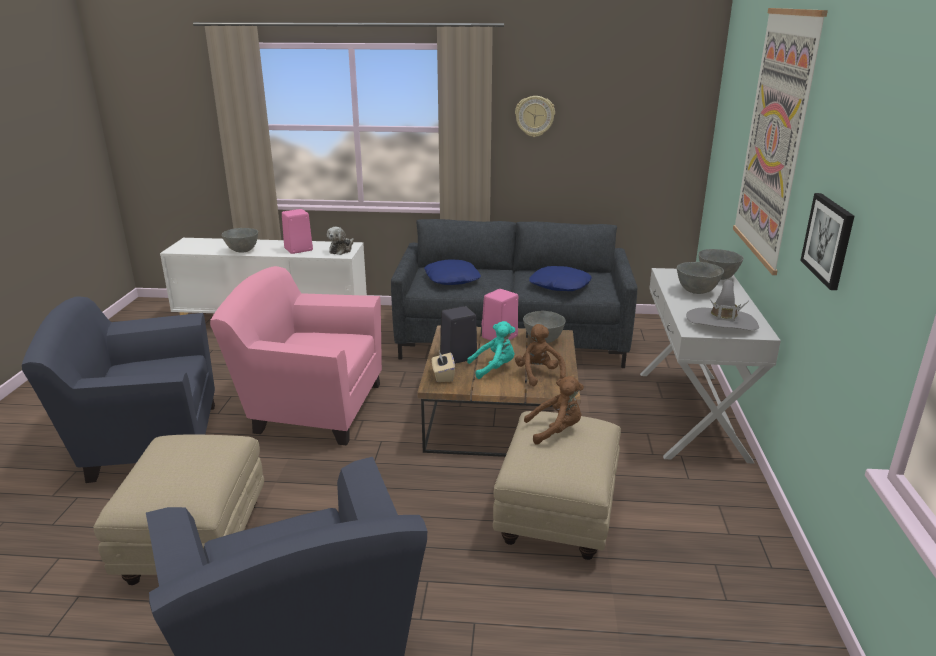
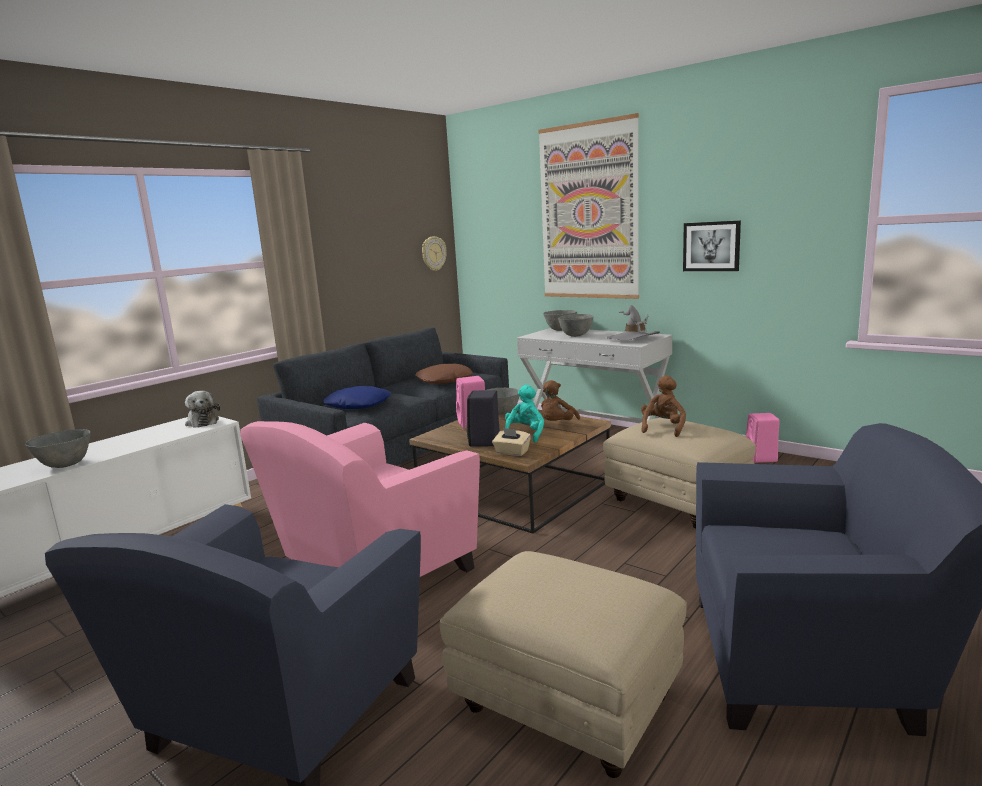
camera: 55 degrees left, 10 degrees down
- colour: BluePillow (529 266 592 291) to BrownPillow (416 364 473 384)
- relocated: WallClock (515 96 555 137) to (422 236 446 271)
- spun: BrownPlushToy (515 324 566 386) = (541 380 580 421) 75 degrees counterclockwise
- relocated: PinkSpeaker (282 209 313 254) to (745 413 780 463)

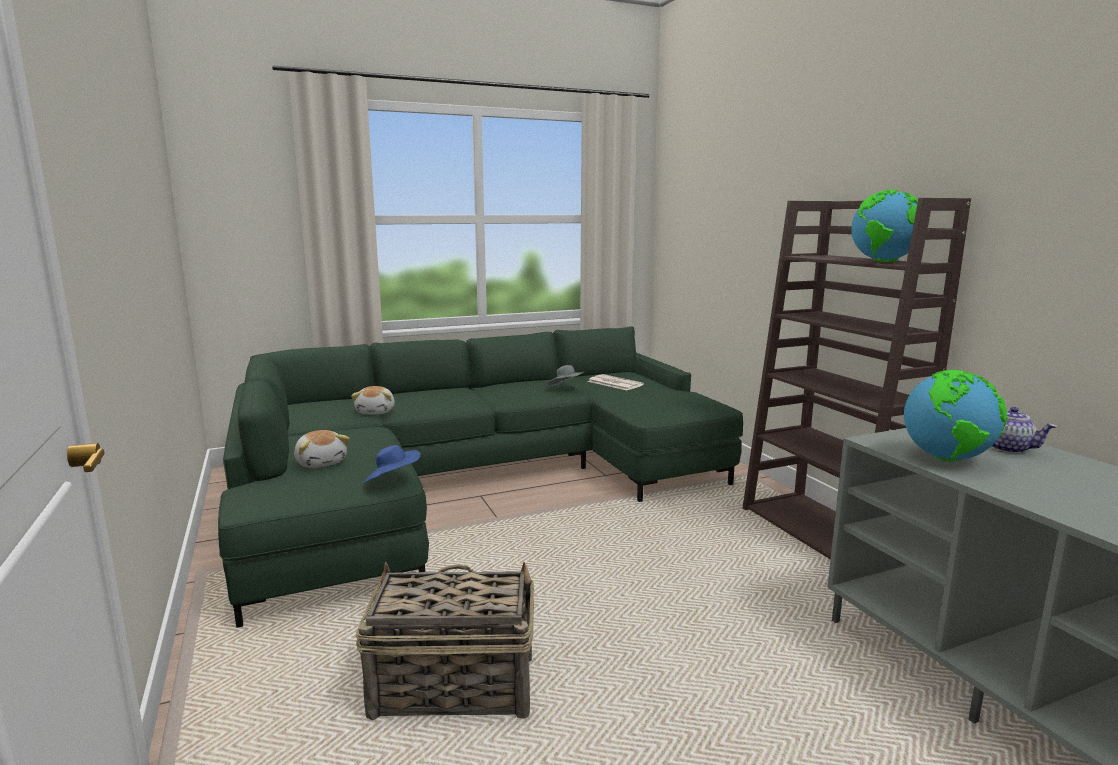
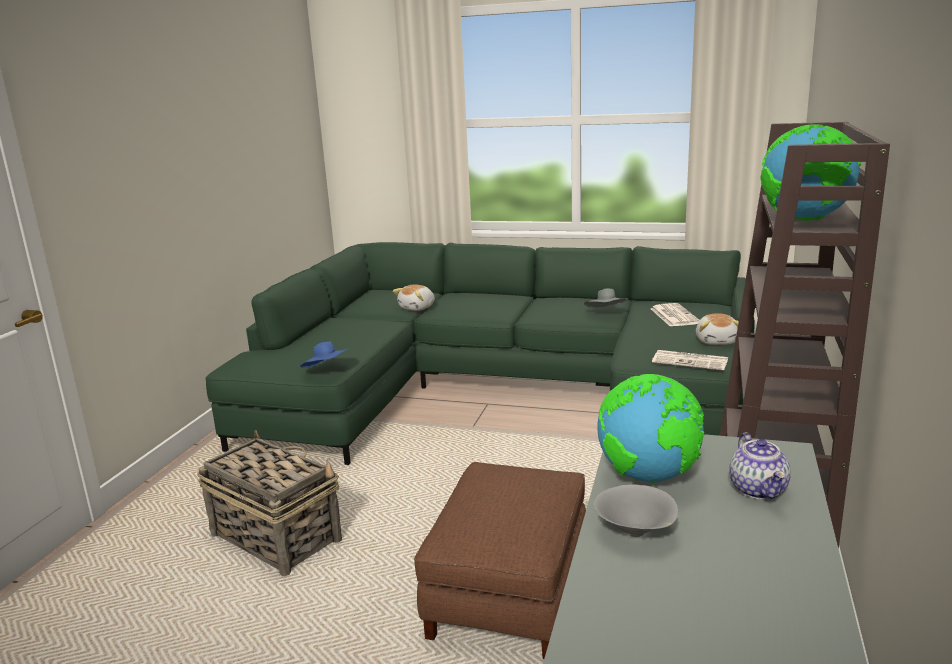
camera: 40 degrees right, 5 degrees up
- appeared: BrownOttoman (414 462 586 659)
- appeared: GreyBowl (594 485 678 537)
- appeared: Newspaper (652 350 728 371)
- relocated: PlushToy (294 430 350 468) to (696 313 739 345)

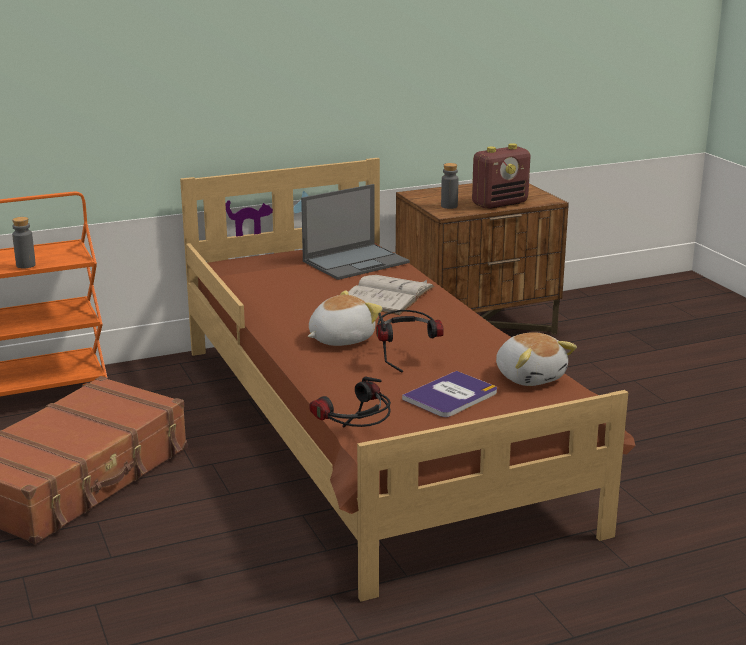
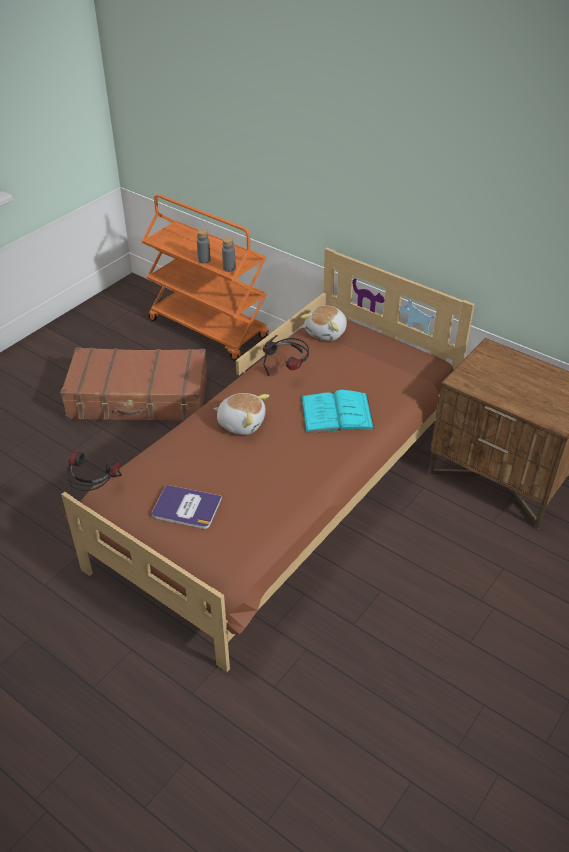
camera: 60 degrees right, 20 degrees up
- relocated: GreyBottle (441 163 459 209) to (222 237 236 272)
- relocated: Headphones (376 310 444 373) to (263 335 309 376)
- relocated: PlushToy (496 332 577 386) to (300 305 347 341)
- colour: WhiteBook (348 275 434 315) to TurquoiseBook (301 390 375 433)
- missing: Laptop (301 184 410 280)
- missing: Radio (472 143 530 209)

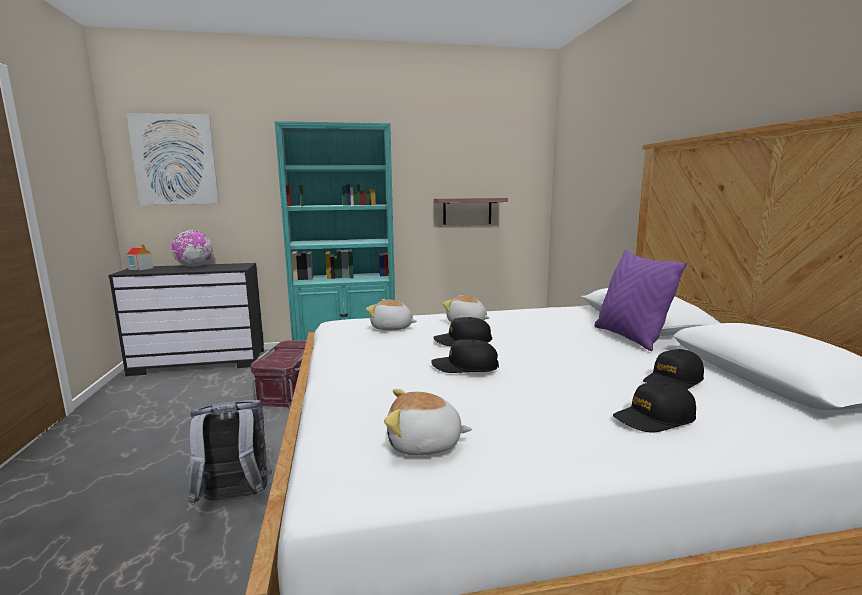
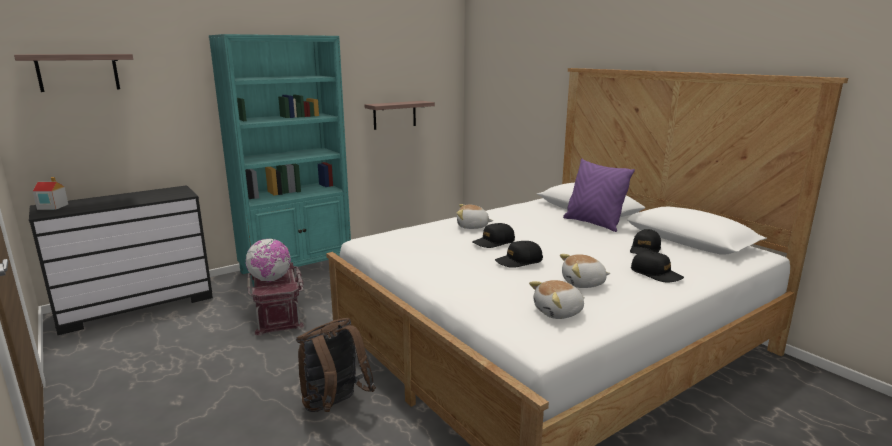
camera: 25 degrees left, 5 degrees up
- exchanged: Picture (126 113 219 205) to Shelf (14 54 133 92)
- relocated: Globe (171 230 213 267) to (246 239 291 282)
- colour: GreyBackpack (188 400 272 505) to BrownBackpack (296 318 376 412)
- relocated: PlushToy (366 299 417 330) to (560 254 610 288)
- spun: BlackCap (613 382 696 432) = (631 251 684 282) 90 degrees counterclockwise

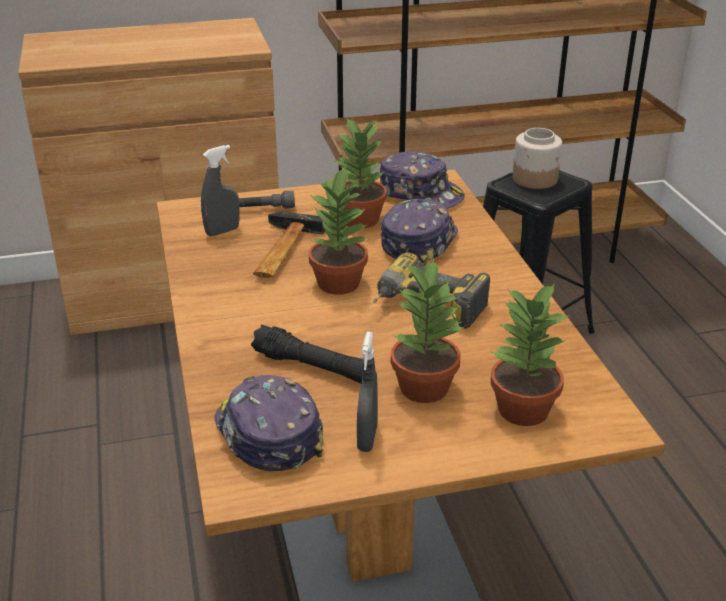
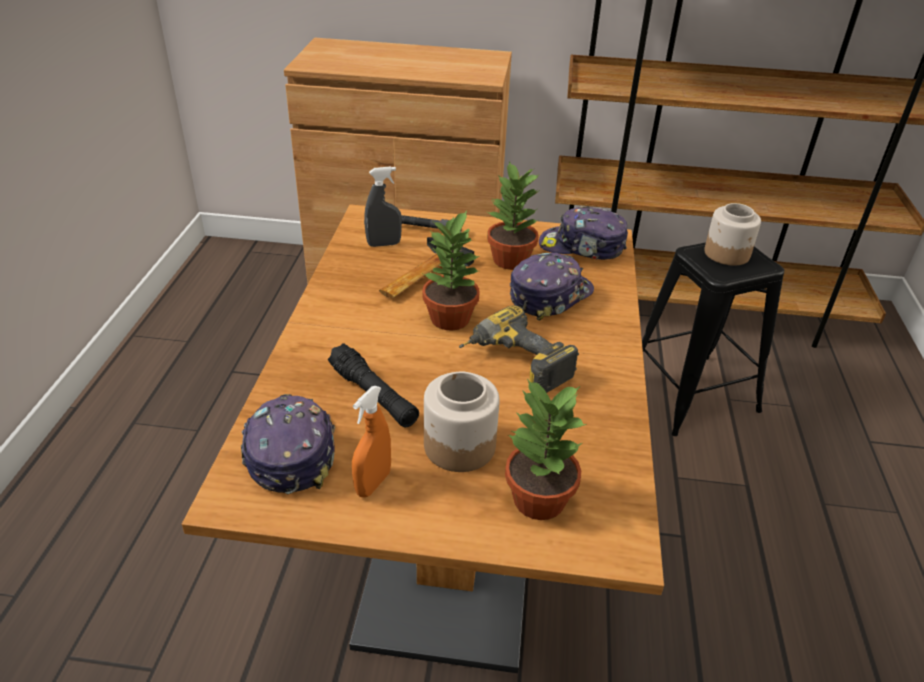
camera: 20 degrees right, 5 degrees up
- colour: GreySprayBottle (357 332 378 452) to OrangeSprayBottle (352 386 391 498)
- exchanged: PottedPlant (391 259 464 403) to Jar (424 372 500 472)
- spun: Cap (380 150 465 209) = (539 206 628 260) 135 degrees clockwise

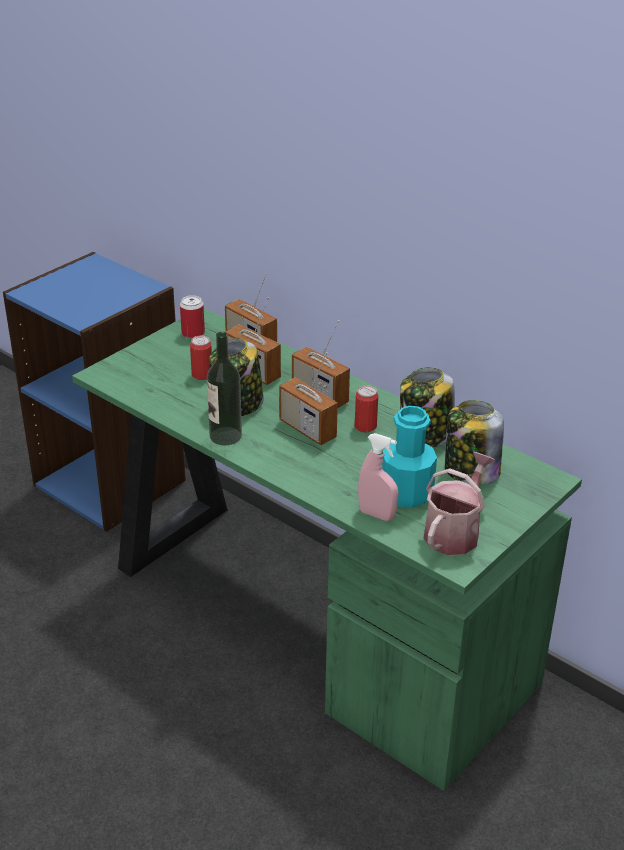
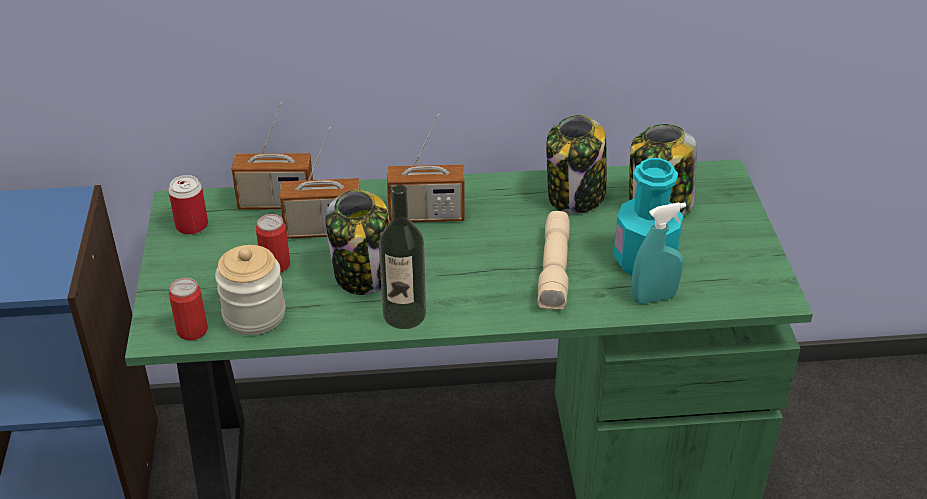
camera: 45 degrees left, 5 degrees up
- relocated: Can (355 385 378 432) to (169 278 208 340)
- appeared: Jar (215 245 285 335)
- appeared: BeigeFlashlight (537 211 570 310)
- colour: PinkSprayBottle (358 433 398 521) to TurquoiseSprayBottle (631 202 686 304)
- missing: Radio (279 352 338 445)
- missing: WateringCan (423 452 496 555)

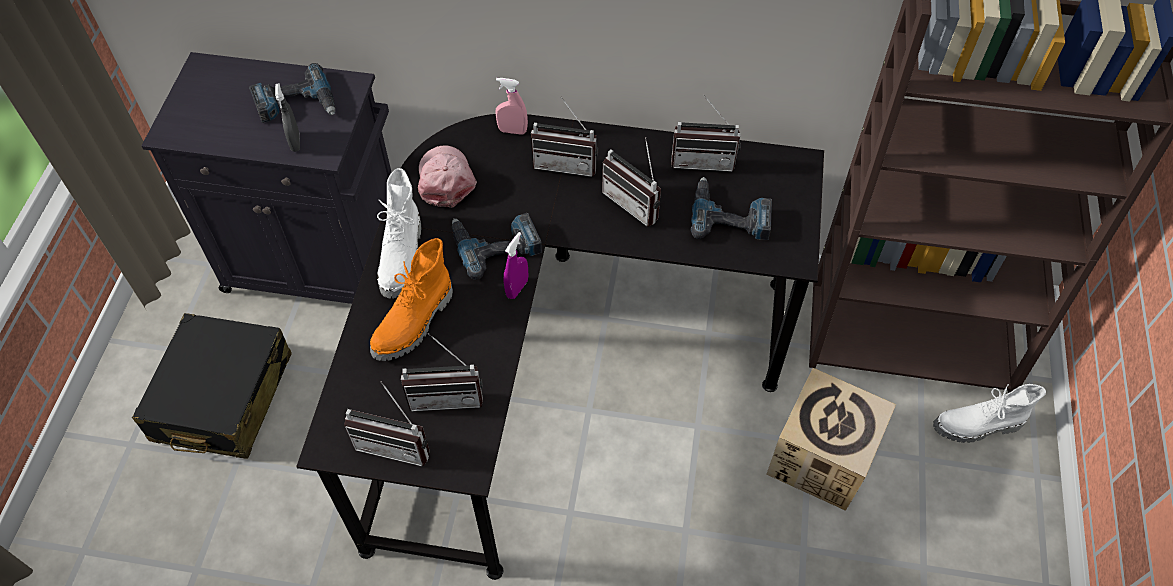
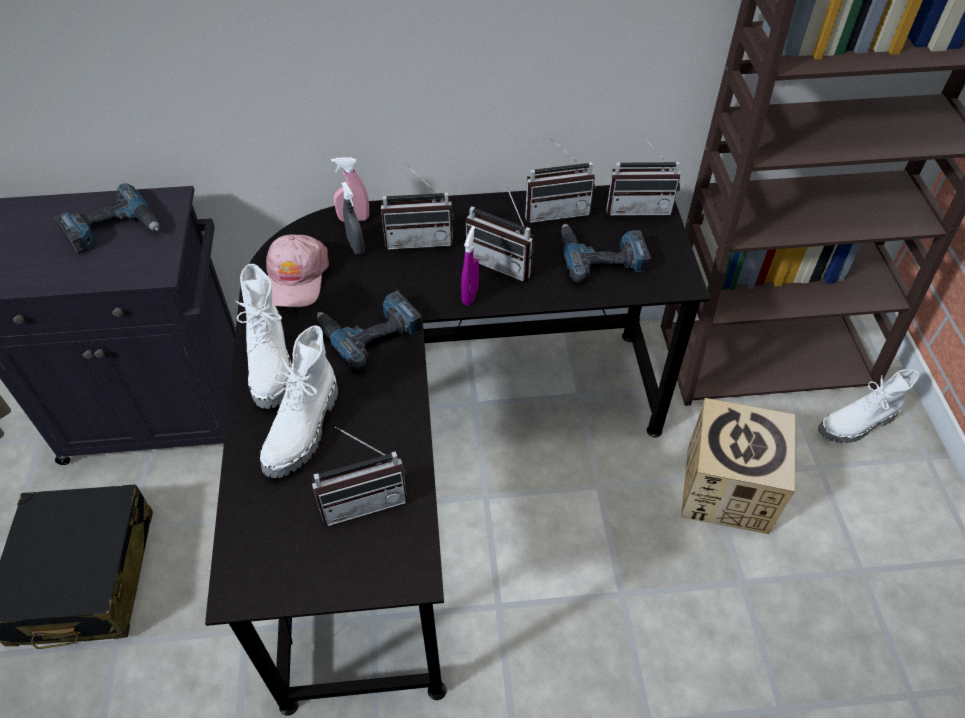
camera: 15 degrees left, 5 degrees down
- colour: OrangeBoot (370 238 453 361) to WhiteBoot (260 325 338 478)
- spun: PinkCap (418 146 477 208) = (266 234 329 307) 150 degrees counterclockwise
- relocated: GreySprayBottle (275 83 300 152) to (341 182 365 255)
- relocated: PurpleSprayBottle (503 232 528 299) to (461 226 479 305)
- relocated: Radio (344 381 430 466) to (606 133 680 216)

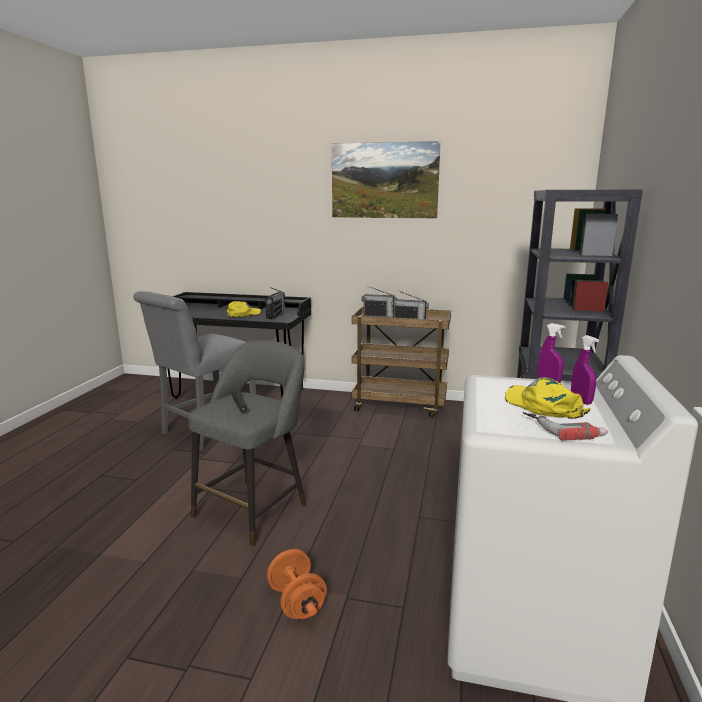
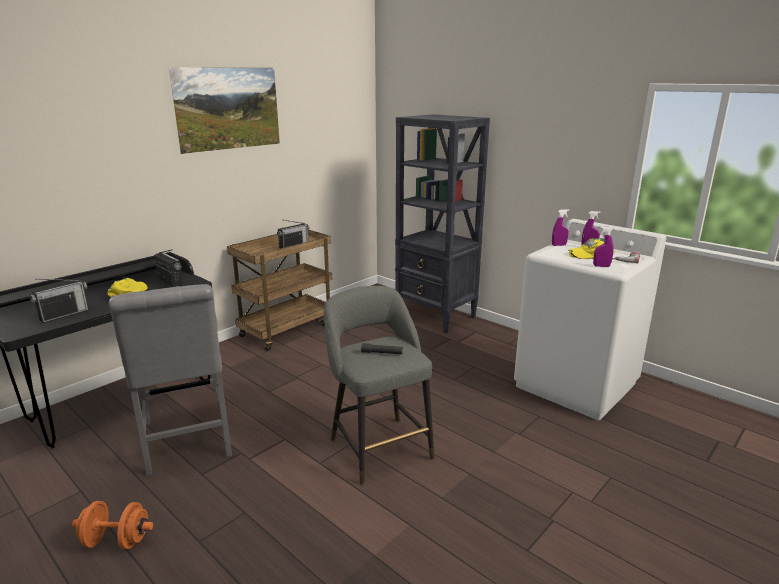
camera: 60 degrees left, 5 degrees up
- relocated: Radio (362 286 397 318) to (30 279 89 323)
- relocated: OrangeDumbbell (267 549 327 619) to (72 501 153 549)
- appeared: PurpleSprayBottle (593 226 614 267)

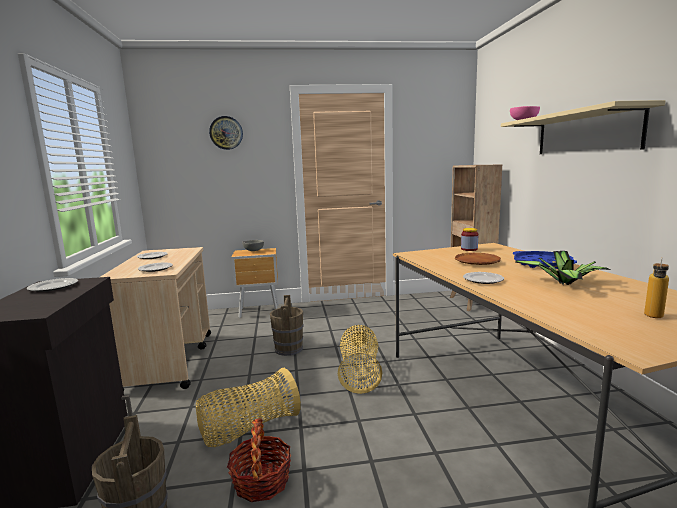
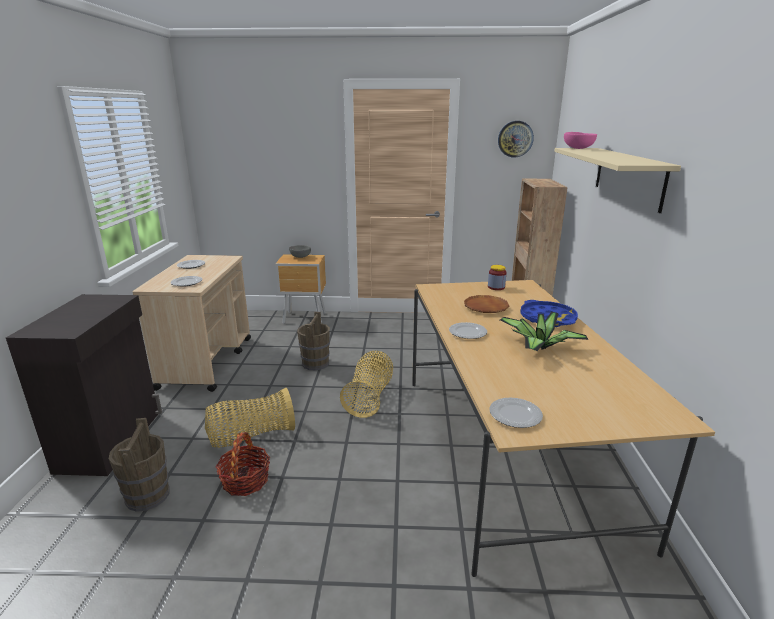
camera: 10 degrees right, 10 degrees up
- relocated: Plate (27 278 78 292) to (489 398 543 428)
- relocated: WallClock (209 116 243 150) to (498 121 534 158)
- missing: Bottle (644 258 669 318)

